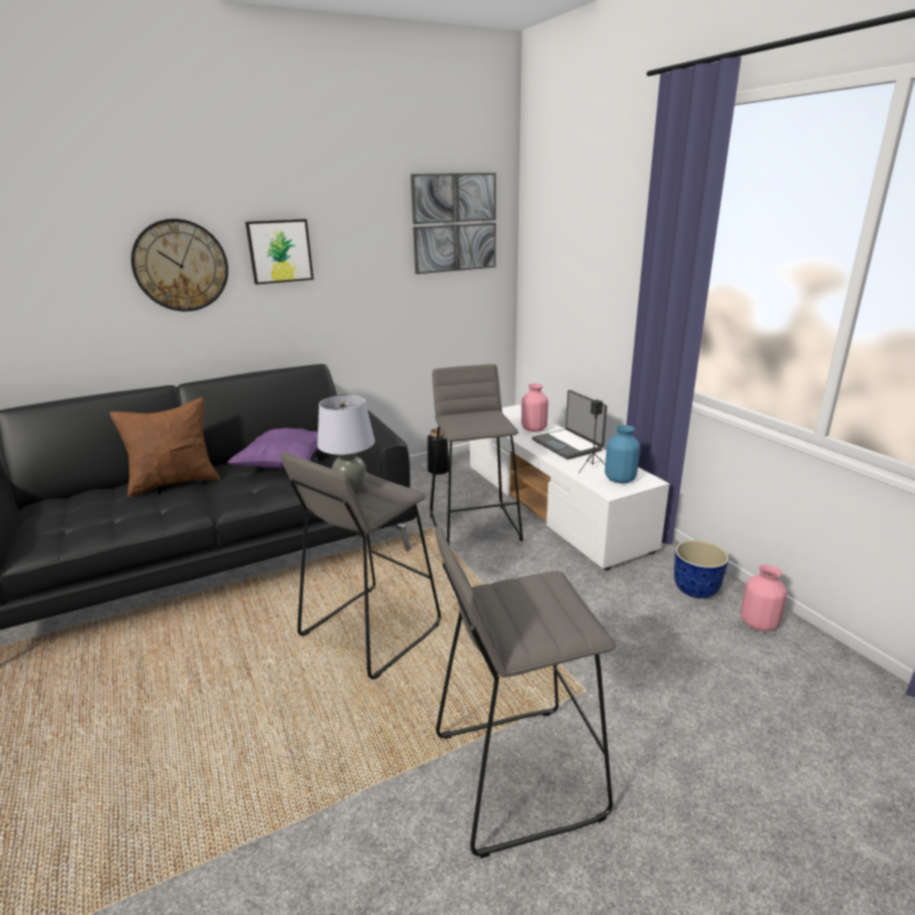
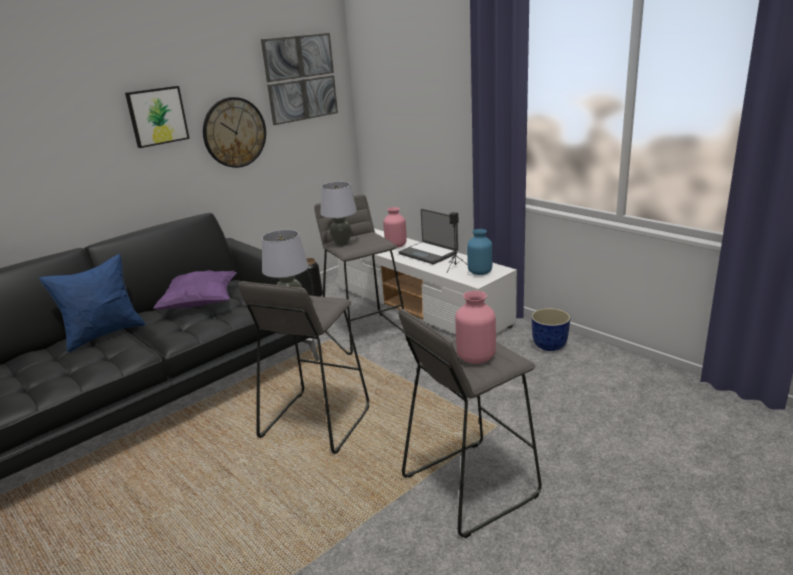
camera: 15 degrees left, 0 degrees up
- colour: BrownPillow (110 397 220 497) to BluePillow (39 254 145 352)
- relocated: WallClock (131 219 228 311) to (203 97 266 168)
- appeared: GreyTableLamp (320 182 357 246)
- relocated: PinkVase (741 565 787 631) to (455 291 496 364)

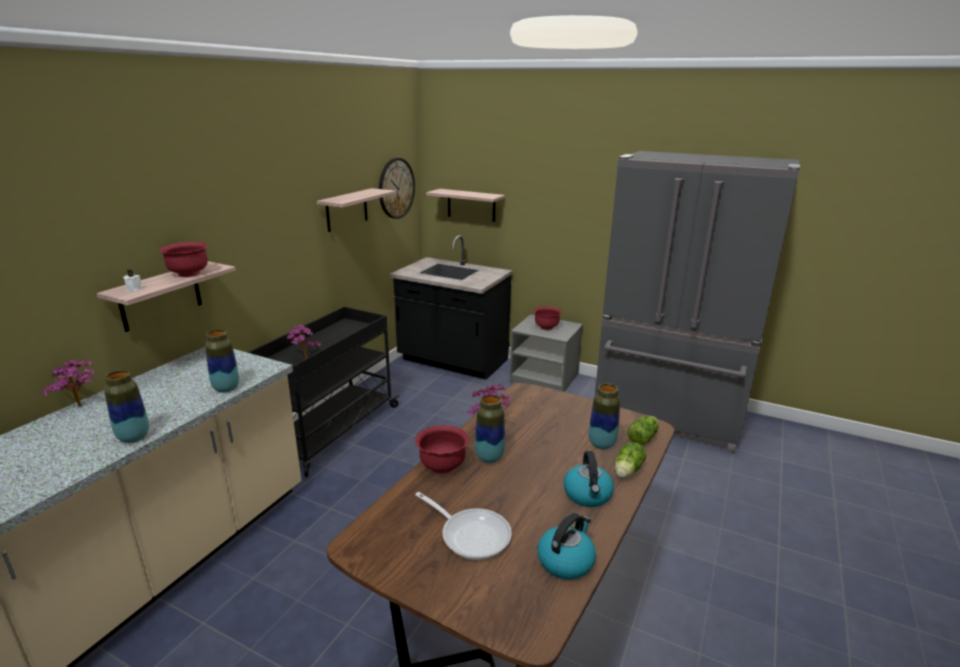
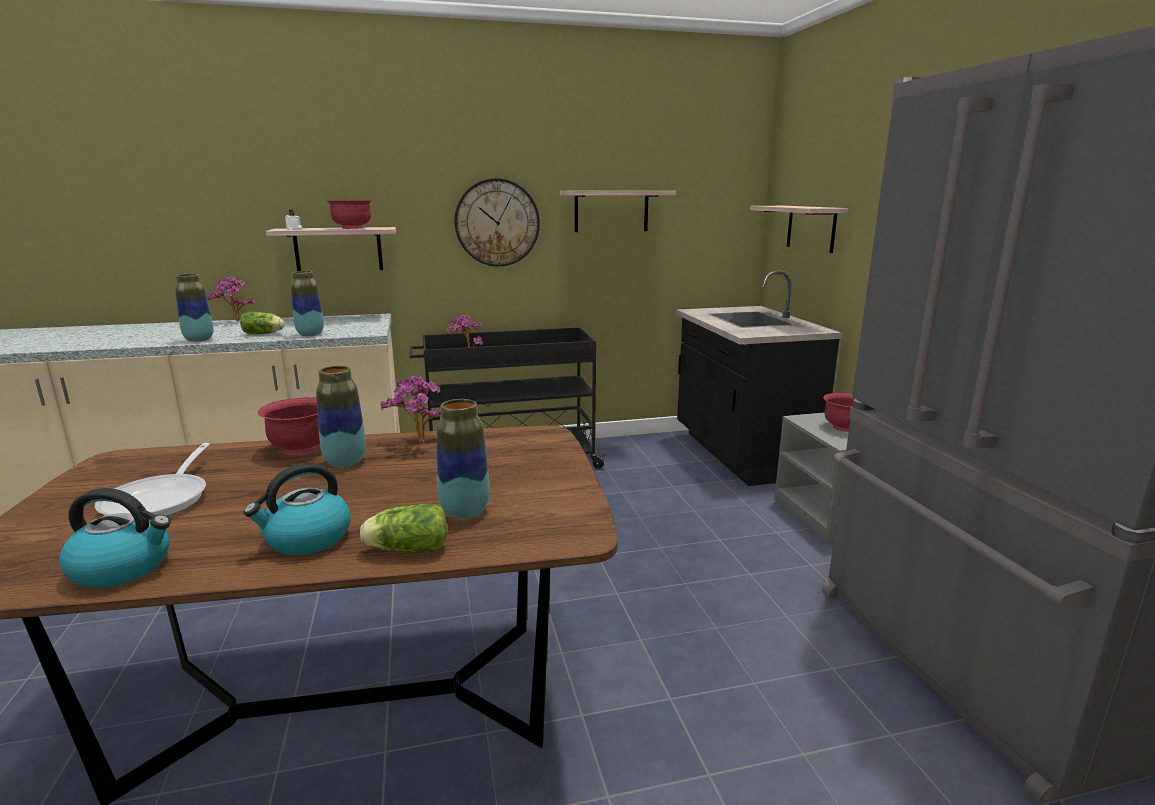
camera: 50 degrees right, 5 degrees down
- relocated: Lettuce (627 416 659 445) to (240 312 285 334)
- relocated: WallClock (379 158 415 219) to (454 178 540 267)

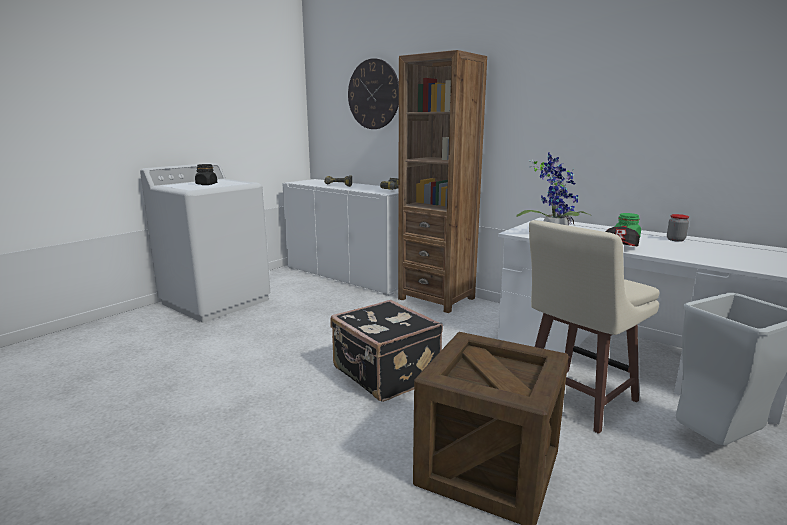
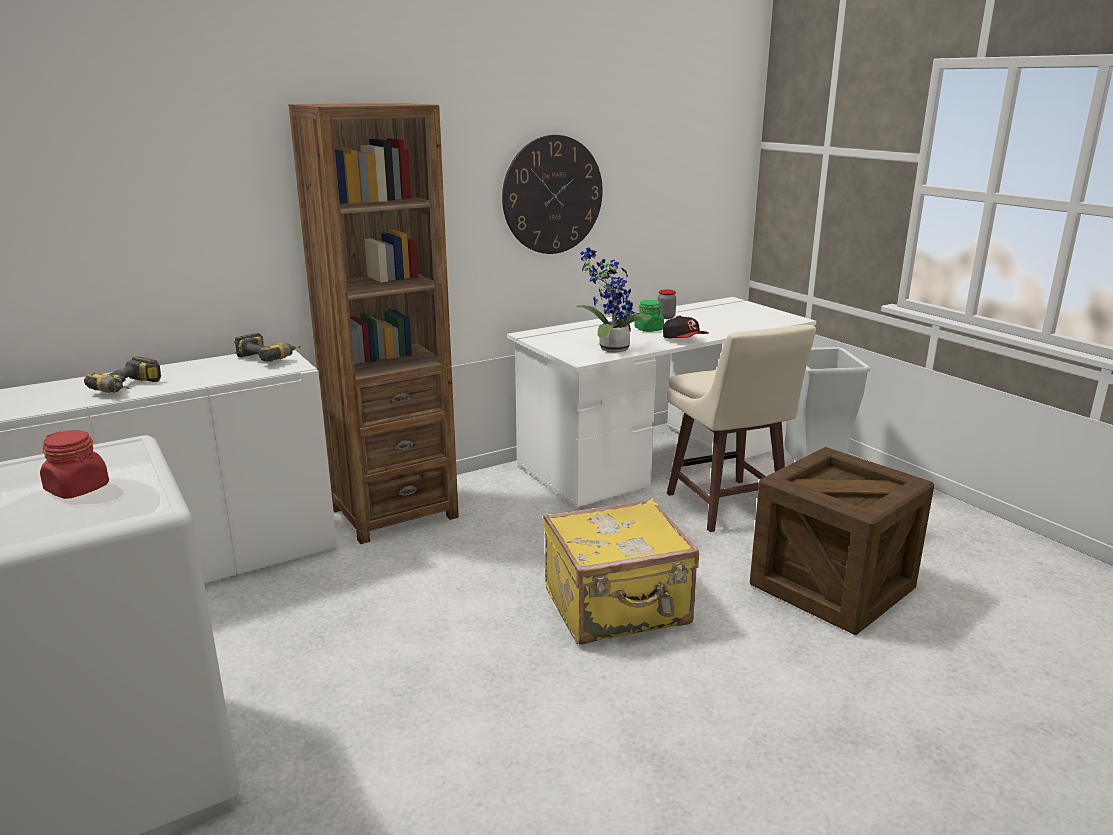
camera: 70 degrees left, 5 degrees up
- colour: BlackJar (195 164 217 185) to RedJar (40 430 109 499)
- relocated: WallClock (348 58 399 129) to (502 135 603 254)
- colour: BlackSuitcase (330 300 443 402) to YellowSuitcase (543 498 699 645)

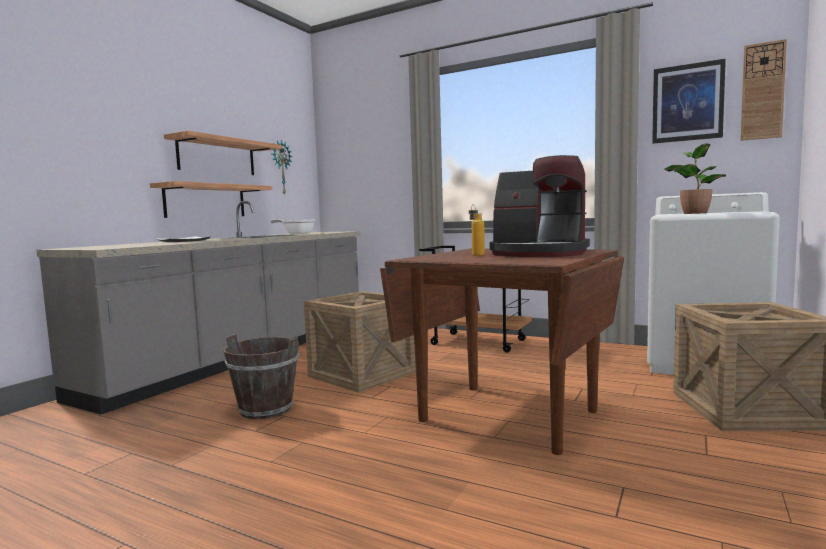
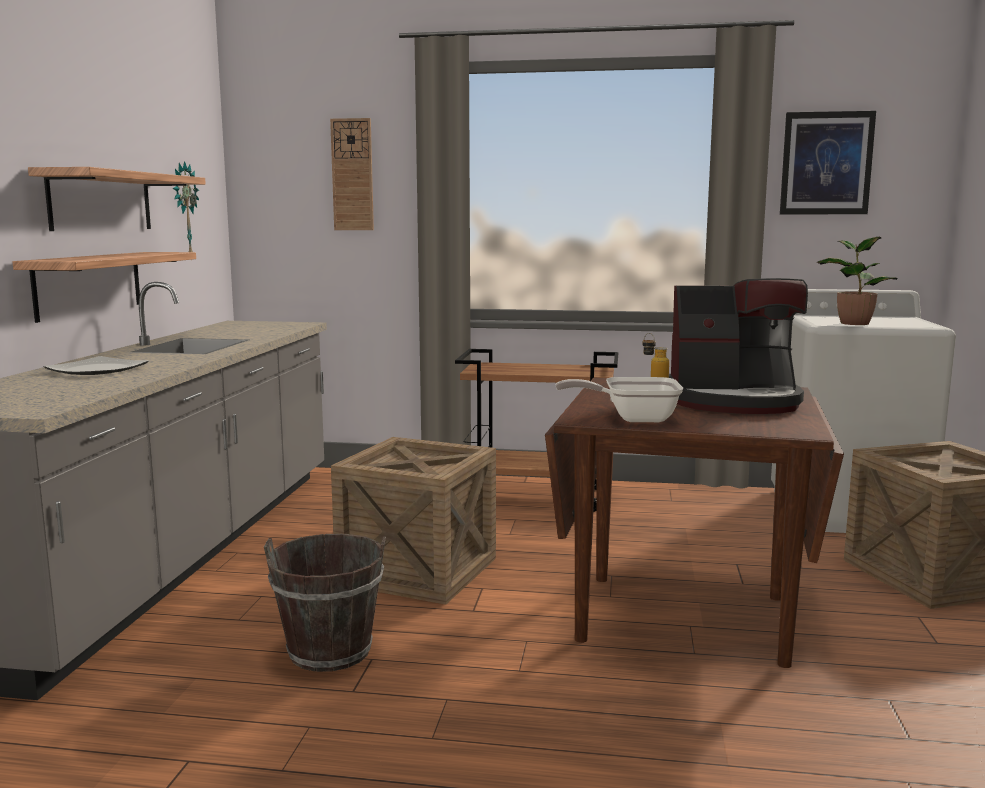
camera: 20 degrees left, 5 degrees up
- relocated: WallClock (740 39 787 141) to (330 118 374 230)
- relocated: FryingPan (271 219 315 234) to (556 377 683 422)

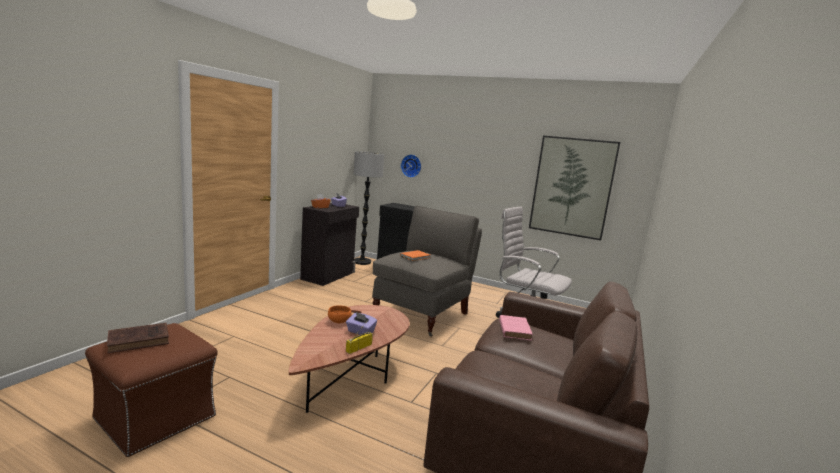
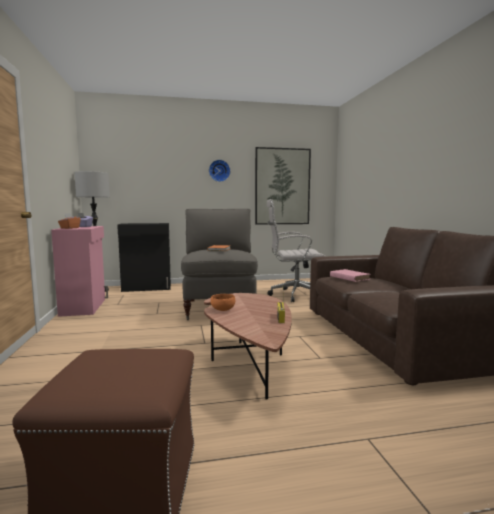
camera: 35 degrees left, 5 degrees down
- colour: BlackCabinet (300 203 359 286) to PinkCabinet (51 226 108 317)
- relocated: WallClock (401 154 421 178) to (209 160 230 182)
- missing: BrownBook (107 323 169 353)
- missing: PurpleTissueBox (346 312 377 335)

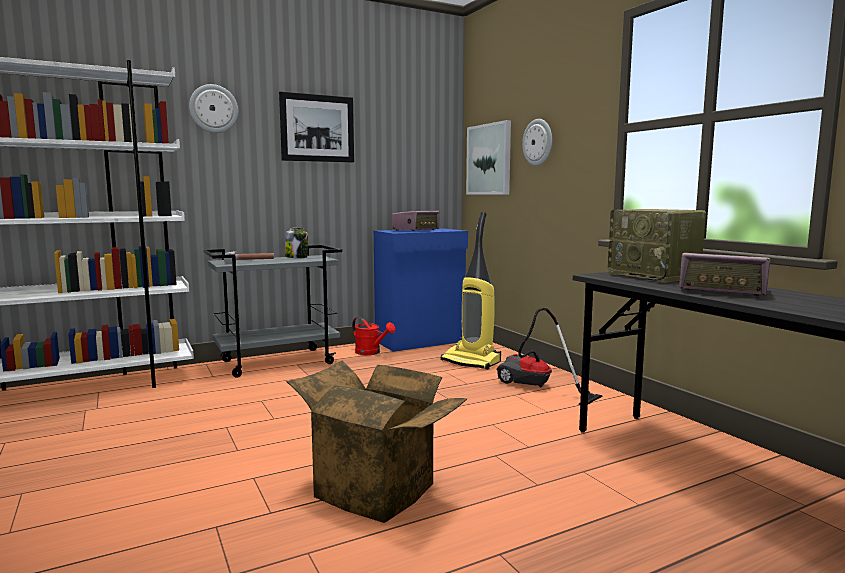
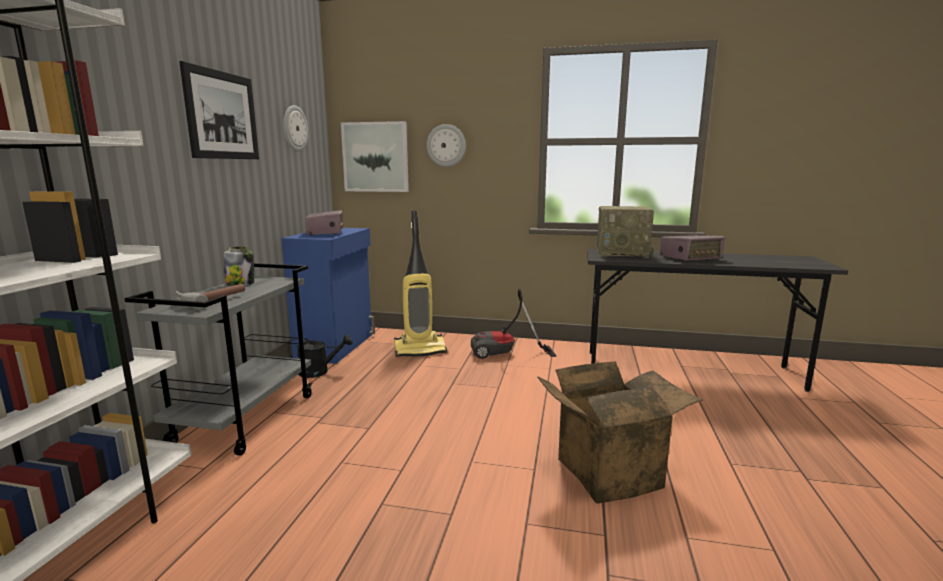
camera: 50 degrees left, 5 degrees up
- relocated: WallClock (189 84 238 133) to (283 105 308 152)
- colour: RedWateringCan (352 317 395 355) to BlackWateringCan (288 334 353 378)

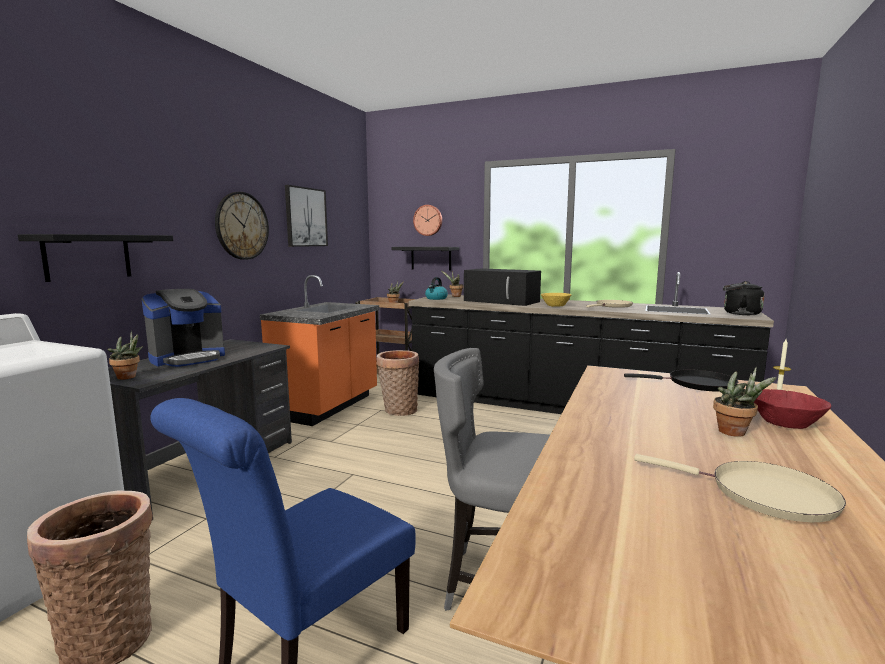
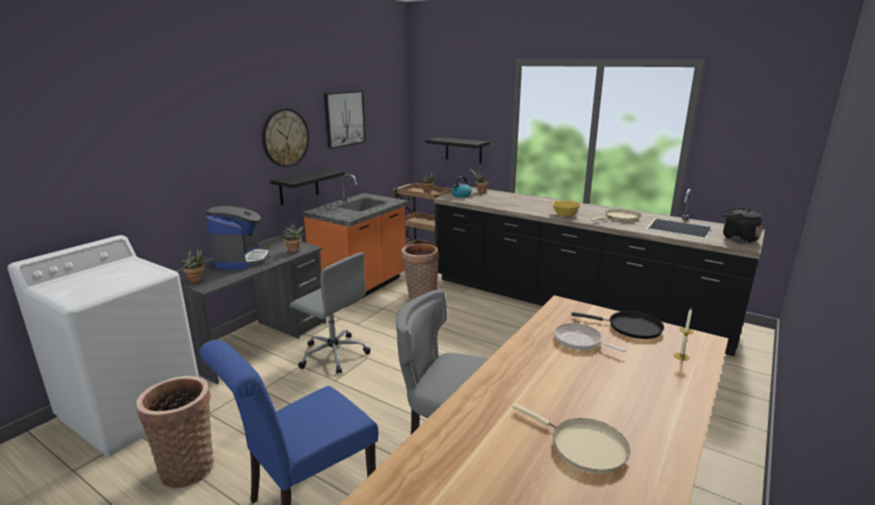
camera: 10 degrees right, 10 degrees up
- spun: CoffeeMachine (142 289 225 367) = (206 206 270 270) 60 degrees counterclockwise
- relocated: BlackShelf (18 234 173 282) to (270 168 345 205)
- relocated: PottedPlant (713 367 777 437) to (282 223 304 252)
- appeared: GreyOfficeChair (290 252 371 374)
- appeared: FryingPan (554 323 626 352)
- missing: WallClock (413 205 442 236)
- missing: BlackMicrowave (464 268 541 306)
- missing: RedBowl (754 389 831 429)

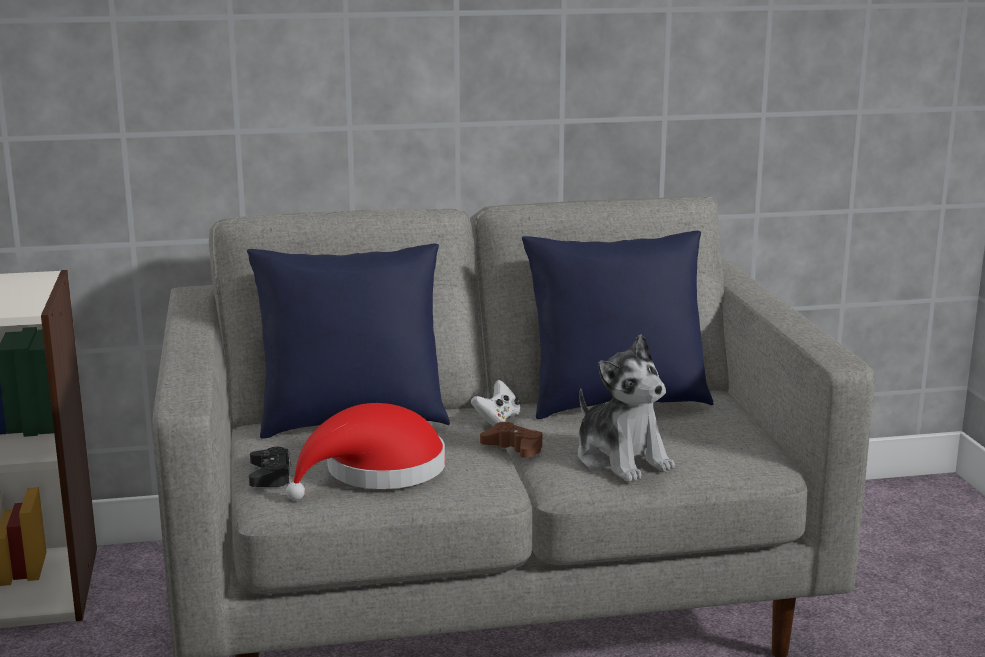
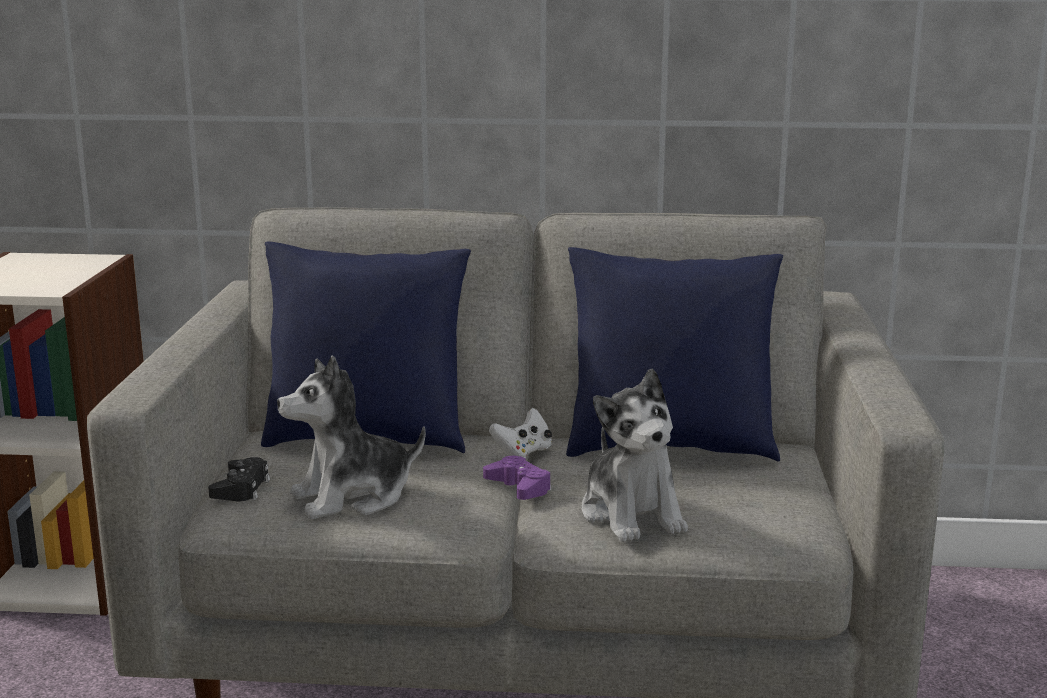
camera: 15 degrees right, 0 degrees up
- exchanged: RedHat (286 403 445 501) to PlushToy (277 356 426 519)
- colour: BrownGameController (480 422 543 458) to PurpleGameController (483 456 551 500)

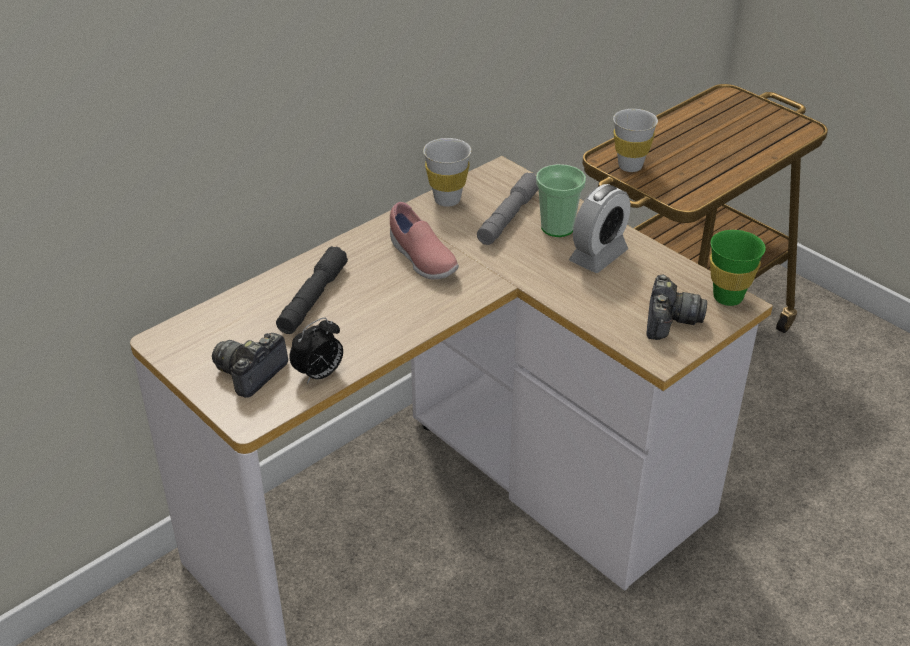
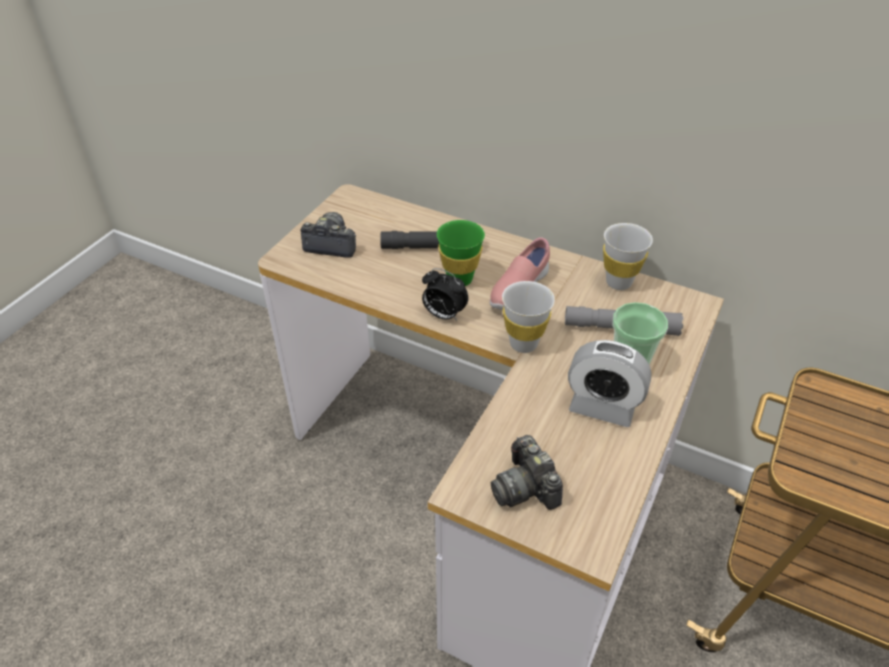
camera: 70 degrees right, 5 degrees up
- relocated: AlarmClock (289 317 343 384) to (422 268 468 321)
- relocated: GreenCup (710 230 766 306) to (437 220 485 286)
- spun: PhotoCamera (646 274 707 340) = (491 435 563 510) 75 degrees clockwise
- relocated: WhiteCup (613 109 658 172) to (502 281 555 353)

